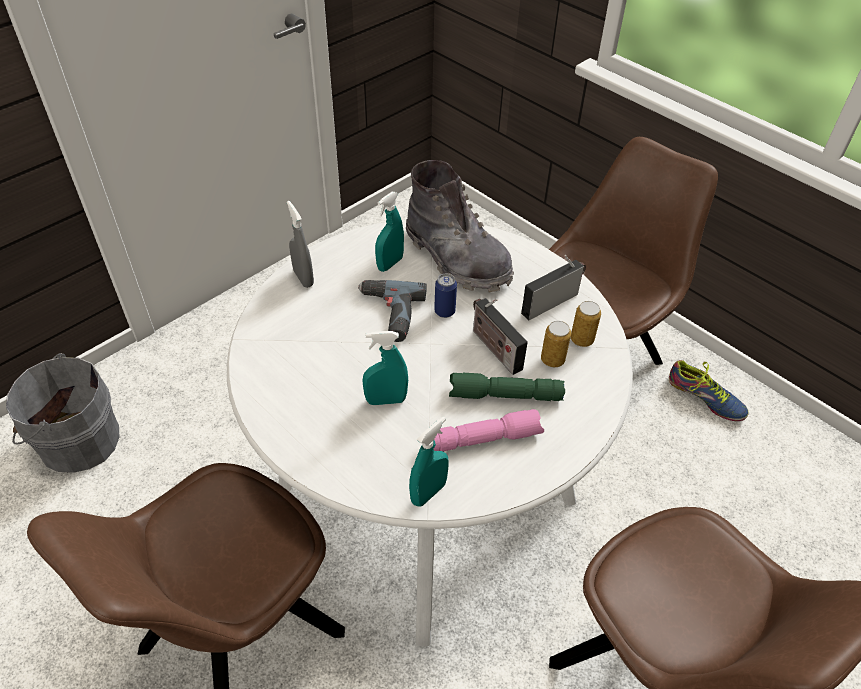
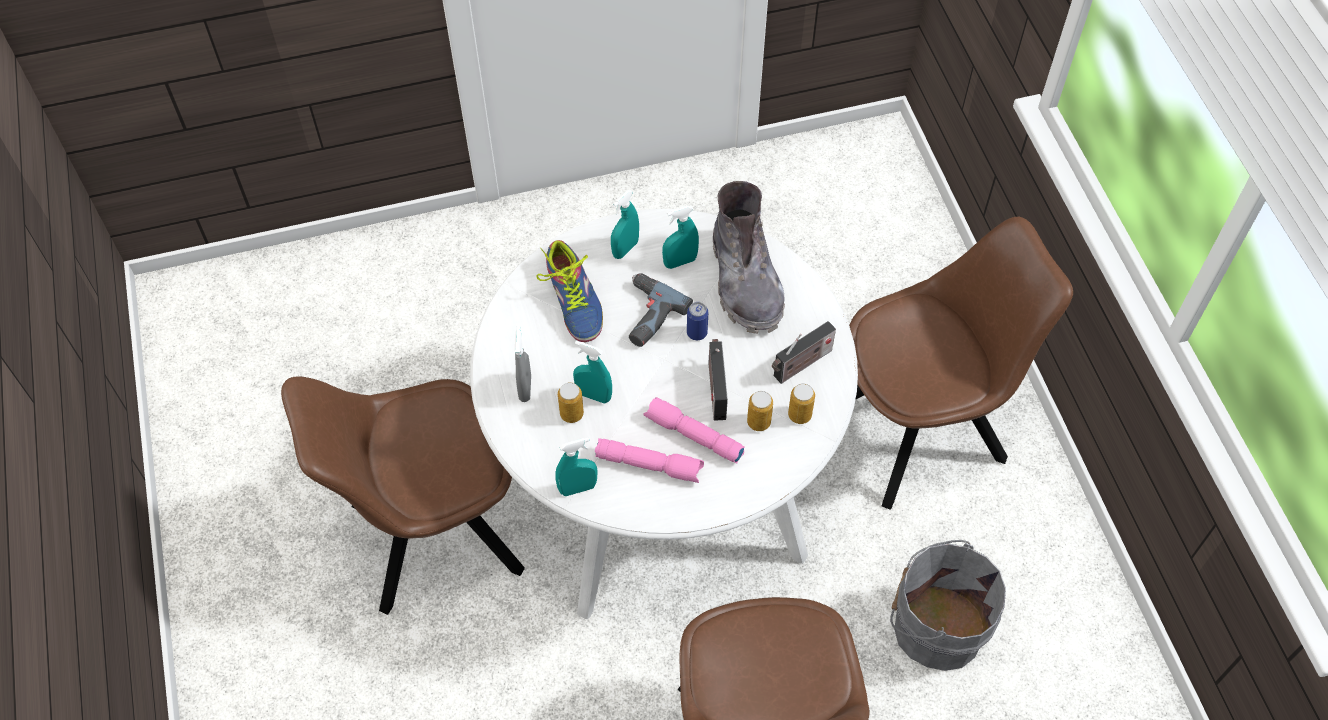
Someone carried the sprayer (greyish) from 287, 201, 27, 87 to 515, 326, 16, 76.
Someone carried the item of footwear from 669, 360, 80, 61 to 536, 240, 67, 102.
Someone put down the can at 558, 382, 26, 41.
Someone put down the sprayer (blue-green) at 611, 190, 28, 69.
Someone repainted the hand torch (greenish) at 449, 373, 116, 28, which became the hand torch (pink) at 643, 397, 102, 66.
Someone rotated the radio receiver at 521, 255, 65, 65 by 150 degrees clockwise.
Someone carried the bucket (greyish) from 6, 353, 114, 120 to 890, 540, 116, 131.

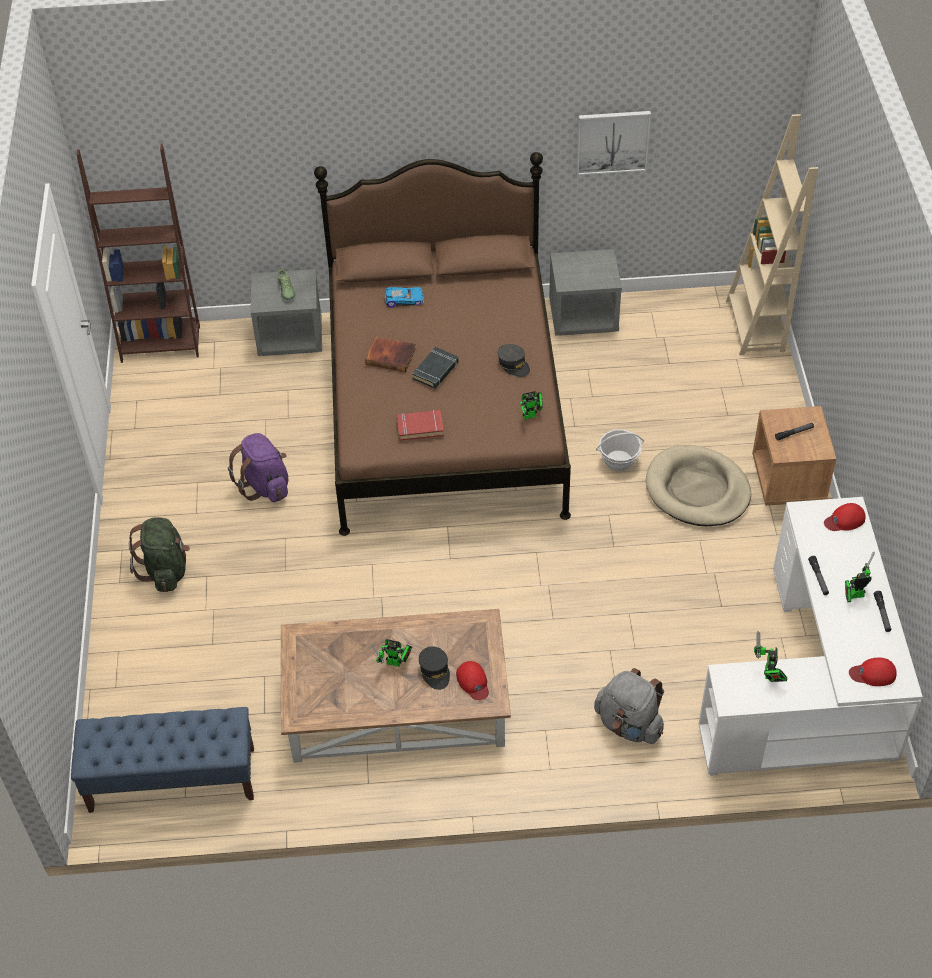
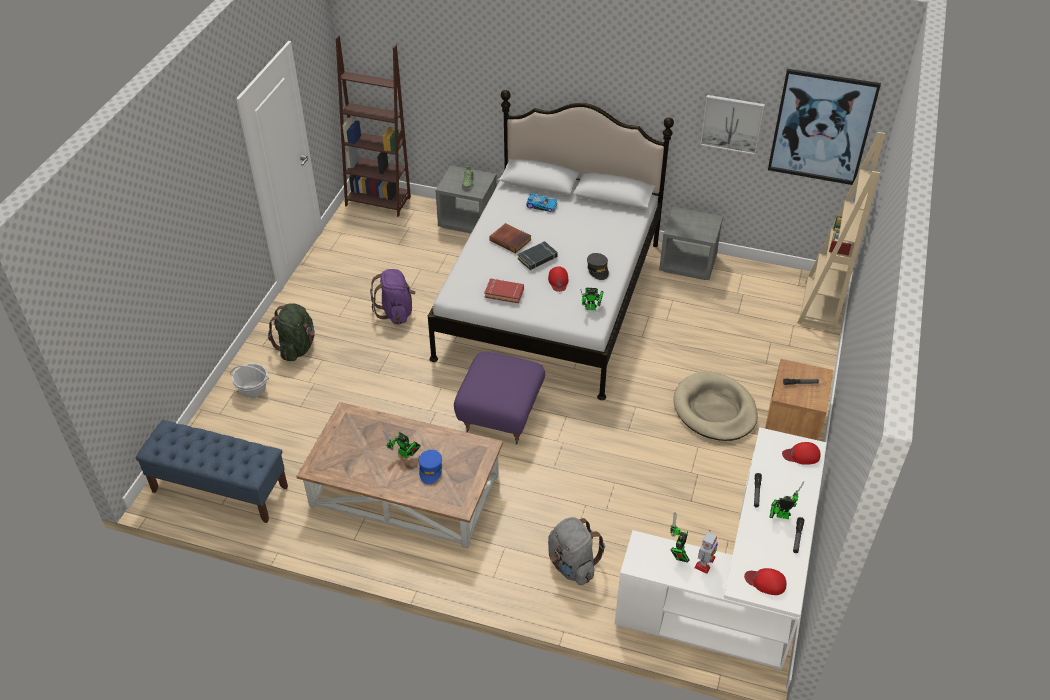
Someone carried the basket from 596, 429, 48, 42 to 230, 363, 39, 35.
Someone repainted the peaked cap (black-coloured) at 419, 646, 31, 44, which became the peaked cap (blue) at 419, 450, 23, 34.
Someone repainted the bedroom bed (brownish) at 314, 152, 257, 384, which became the bedroom bed (white) at 428, 90, 246, 310.
Someone put down the ottoman (purplish) at 454, 352, 91, 93.
Someone carried the peaked cap (red-coloured) from 456, 661, 33, 39 to 548, 266, 20, 26.
Someone put down the toy robot at 695, 530, 23, 44.
Someone put up the picture at 768, 69, 113, 116.

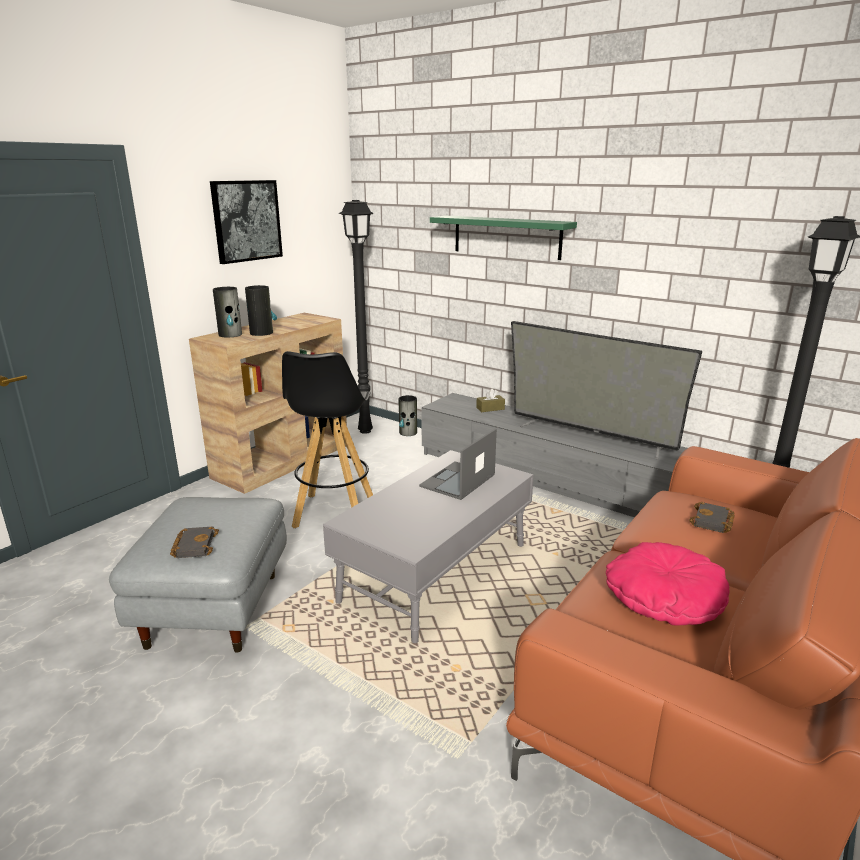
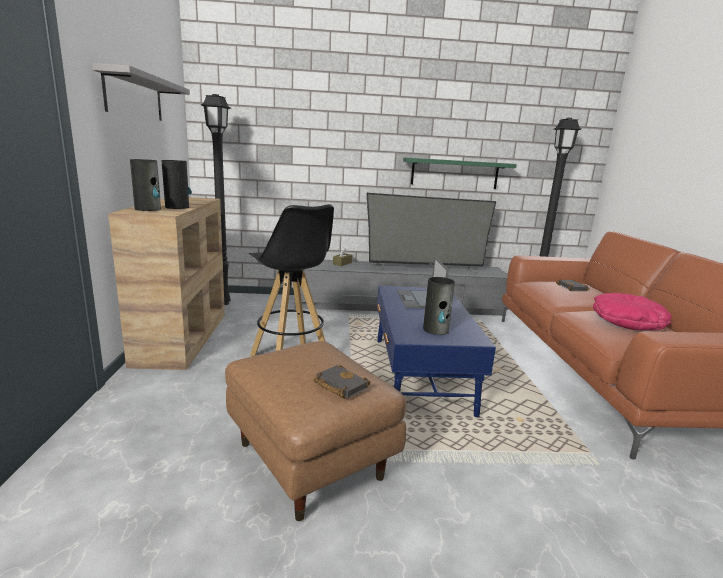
Someone swapped the picture at 210, 180, 73, 84 for the wall shelf (greyish) at 92, 63, 98, 58.
Someone repainted the ottoman (greyish) at 109, 497, 178, 156, which became the ottoman (brownish) at 225, 341, 181, 180.
Someone repainted the coffee table (greyish) at 323, 450, 211, 193, which became the coffee table (blue) at 377, 286, 119, 131.
Someone carried the wall shelf (greenish) from 430, 216, 147, 44 to 403, 157, 114, 32.
Someone carried the decorative vase from 398, 395, 19, 41 to 423, 277, 32, 58.

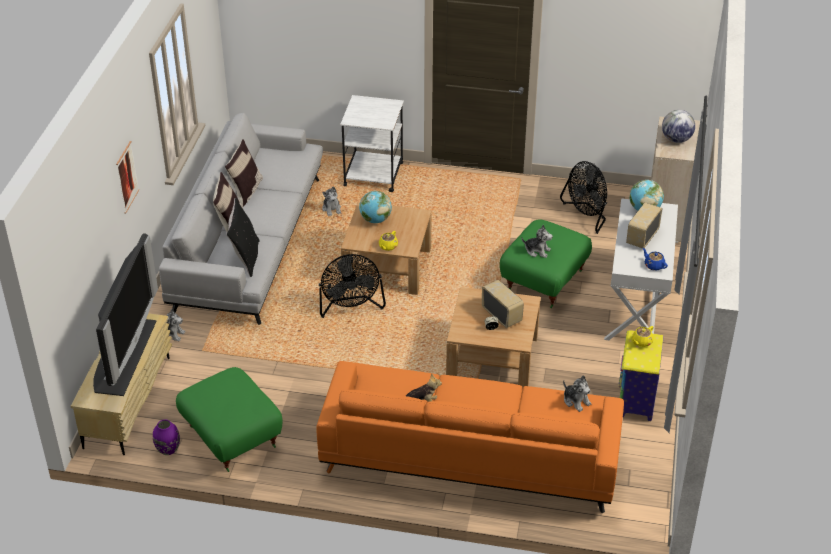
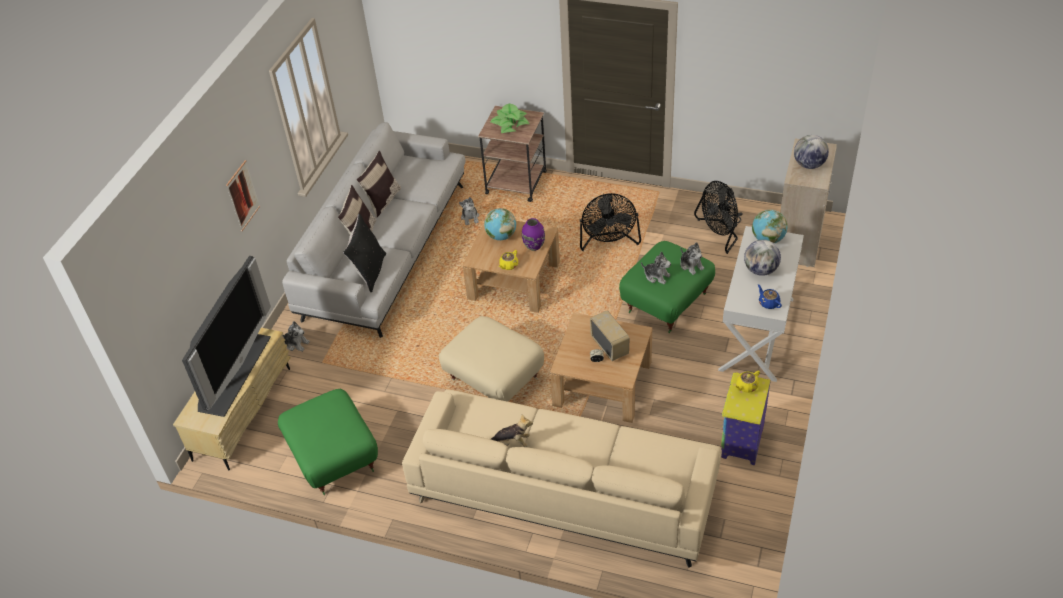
Someone repainted the settee (orange-coloured) at 316, 361, 308, 152, which became the settee (beige-coloured) at 402, 389, 320, 179.
Someone put down the ottoman (beige-coloured) at 439, 316, 105, 86.
Someone repainted the wheeled cart (white) at 340, 95, 64, 97, which became the wheeled cart (brownish) at 478, 106, 69, 96.
Someone put down the houseplant at 490, 104, 39, 29.
Someone carried the decorative vase (purplish) from 153, 419, 27, 36 to 522, 218, 23, 33.
Someone carried the electric fan (black-coloured) from 319, 254, 67, 64 to 580, 193, 61, 58.
Someone carried the soft toy from 563, 375, 28, 37 to 680, 242, 24, 33.
Someone swapped the radio receiver at 626, 202, 37, 47 for the globe at 744, 240, 37, 36.

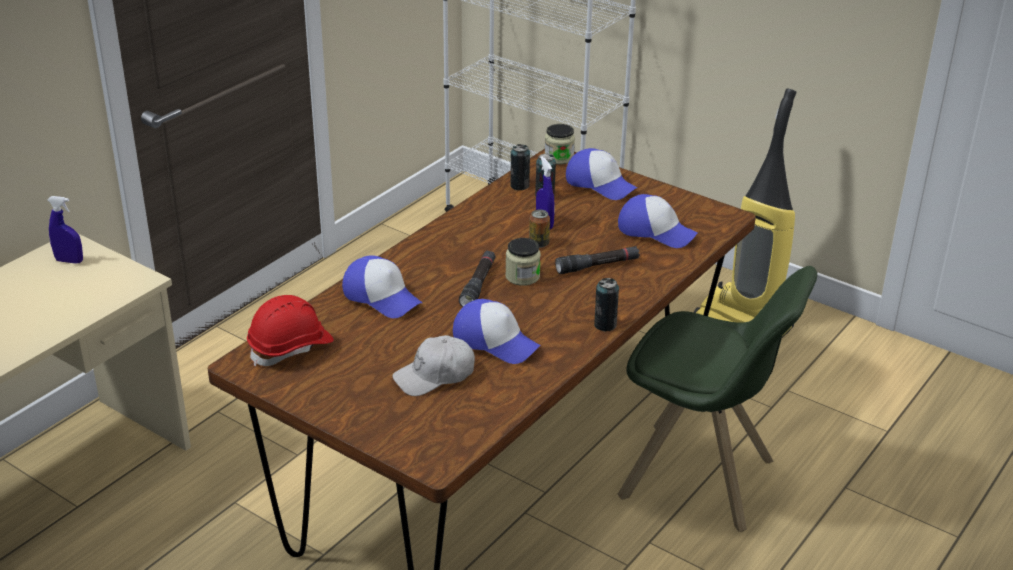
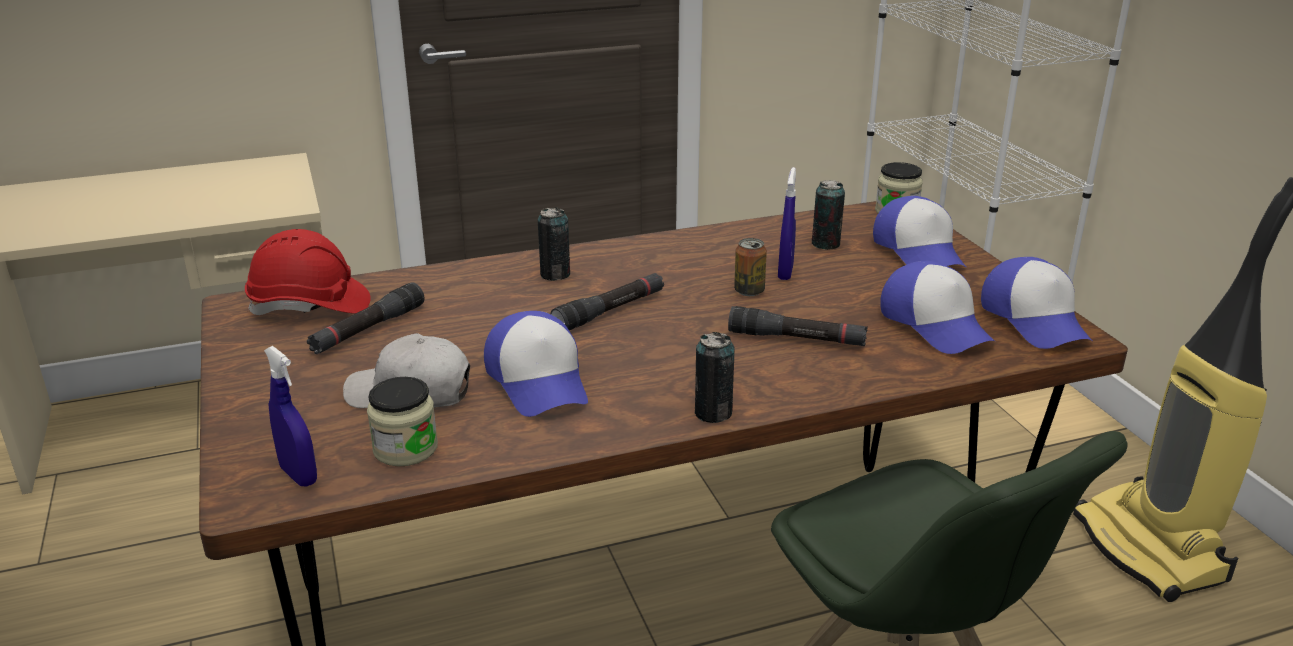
Someone carried the sprayer (blue) from 47, 196, 36, 68 to 264, 346, 53, 141.
Someone put down the hand torch (black-coloured) at 307, 282, 118, 72.
Someone carried the storage jar from 505, 238, 36, 48 to 367, 377, 71, 90.
Someone carried the can from 510, 144, 20, 46 to 538, 207, 32, 74.
Someone carried the peaked cap from 342, 255, 80, 63 to 981, 257, 111, 92.

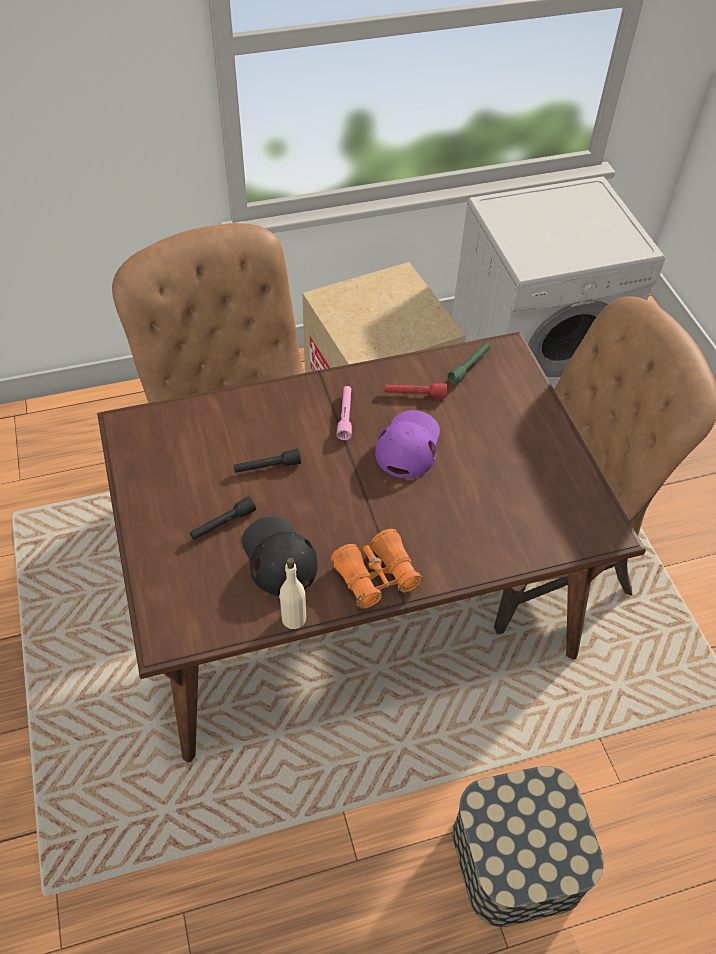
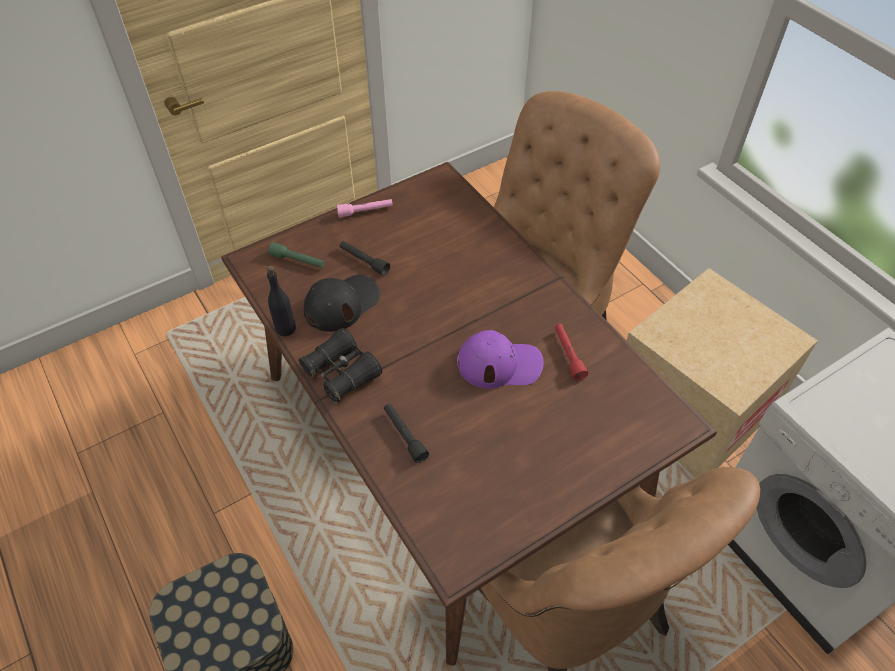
Someone repainted the drink bottle (beige-coloured) at 279, 558, 27, 71, which became the drink bottle (black-coloured) at 267, 266, 29, 70.
Someone carried the hand torch (greenish) from 448, 343, 43, 41 to 268, 242, 57, 26.
Someone repainted the pair of binoculars (orange-coloured) at 331, 529, 92, 80, which became the pair of binoculars (black-coloured) at 298, 328, 84, 75.
Someone carried the hand torch (pink) from 336, 386, 16, 54 to 337, 199, 56, 19.
Someone carried the hand torch (black-coloured) from 234, 449, 67, 24 to 384, 404, 45, 59.

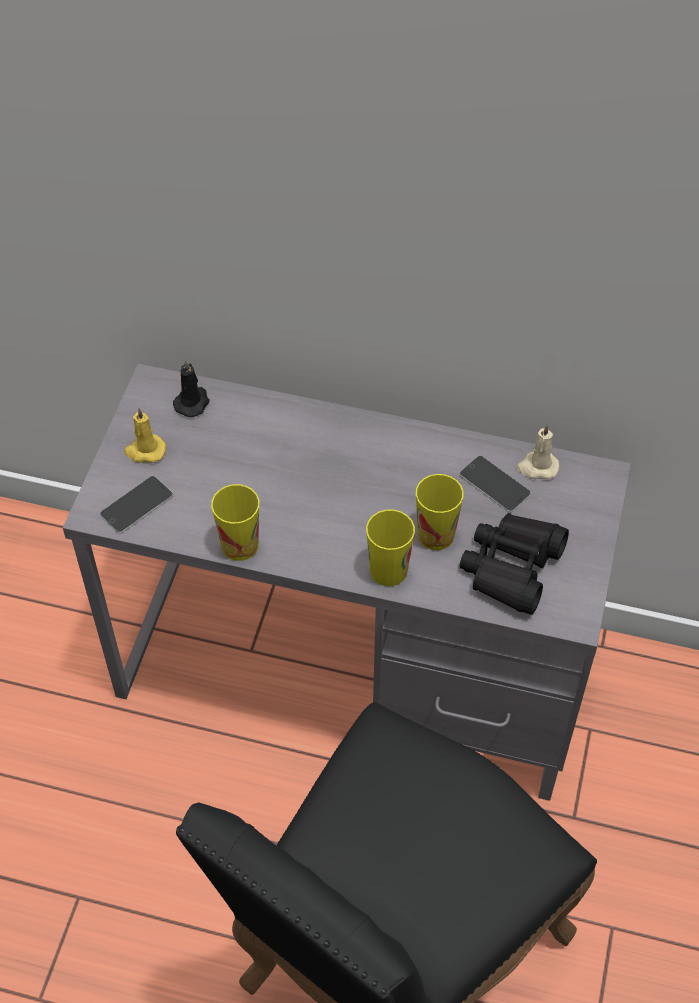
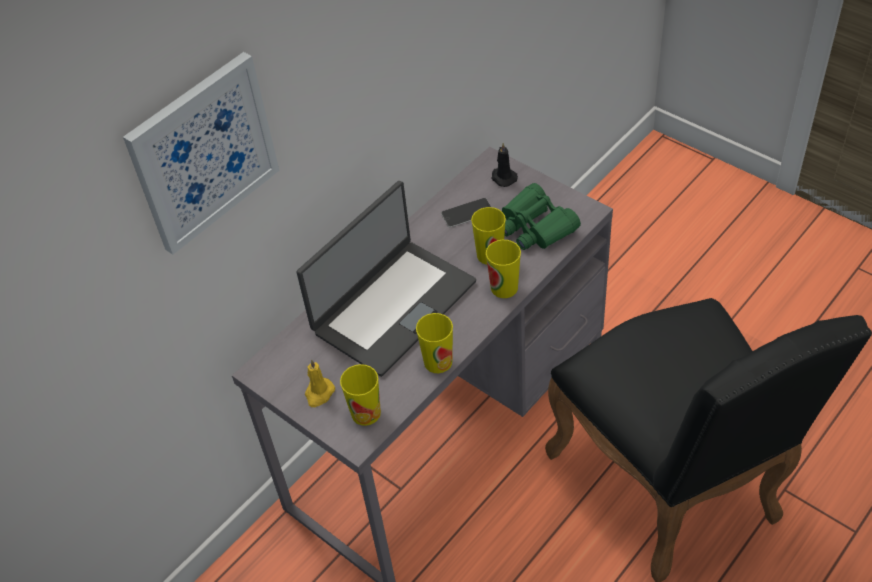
Someone put up the picture at 123, 52, 156, 203.
Someone put down the portable computer at 296, 181, 180, 196.
Someone swapped the phone at 100, 476, 73, 58 for the small cup at 340, 364, 41, 62.
Someone carried the candle (black-coloured) from 173, 360, 37, 57 to 491, 143, 27, 44.
Someone repainted the pair of binoculars (black-coloured) at 460, 513, 109, 102, which became the pair of binoculars (greenish) at 502, 183, 79, 67.
Someone took away the candle (beige-coloured) at 516, 424, 44, 55.

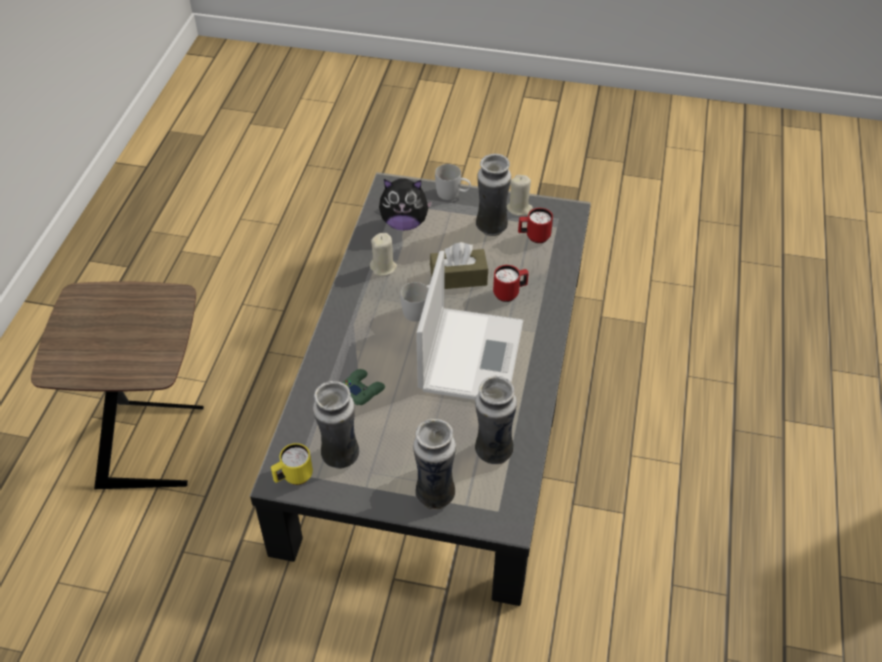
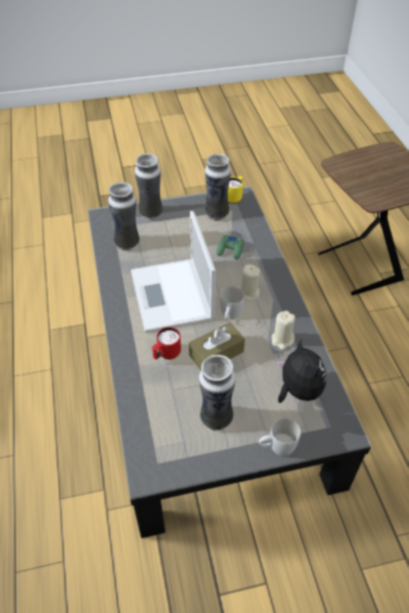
Someone carried the candle (beige-coloured) from 507, 175, 26, 41 to 240, 264, 20, 37.
Someone rotated the soft toy at 379, 178, 54, 53 by 90 degrees clockwise.
Someone took away the tea mug (red-coloured) at 518, 208, 35, 35.

